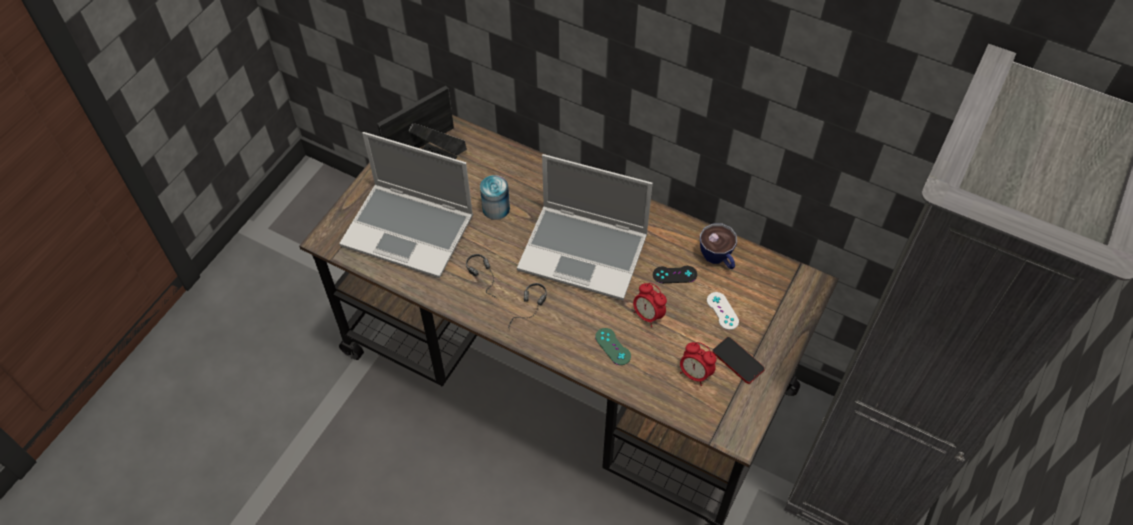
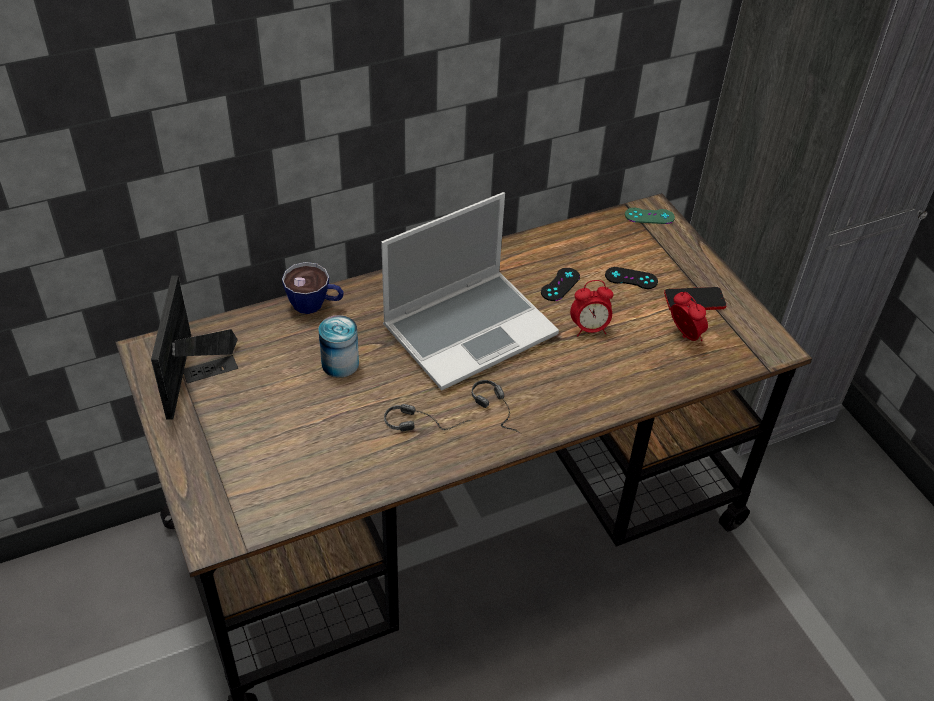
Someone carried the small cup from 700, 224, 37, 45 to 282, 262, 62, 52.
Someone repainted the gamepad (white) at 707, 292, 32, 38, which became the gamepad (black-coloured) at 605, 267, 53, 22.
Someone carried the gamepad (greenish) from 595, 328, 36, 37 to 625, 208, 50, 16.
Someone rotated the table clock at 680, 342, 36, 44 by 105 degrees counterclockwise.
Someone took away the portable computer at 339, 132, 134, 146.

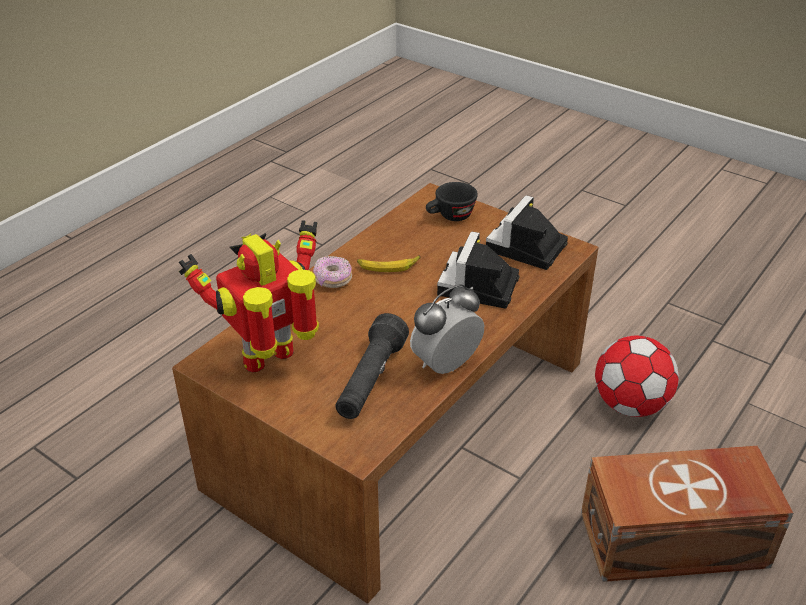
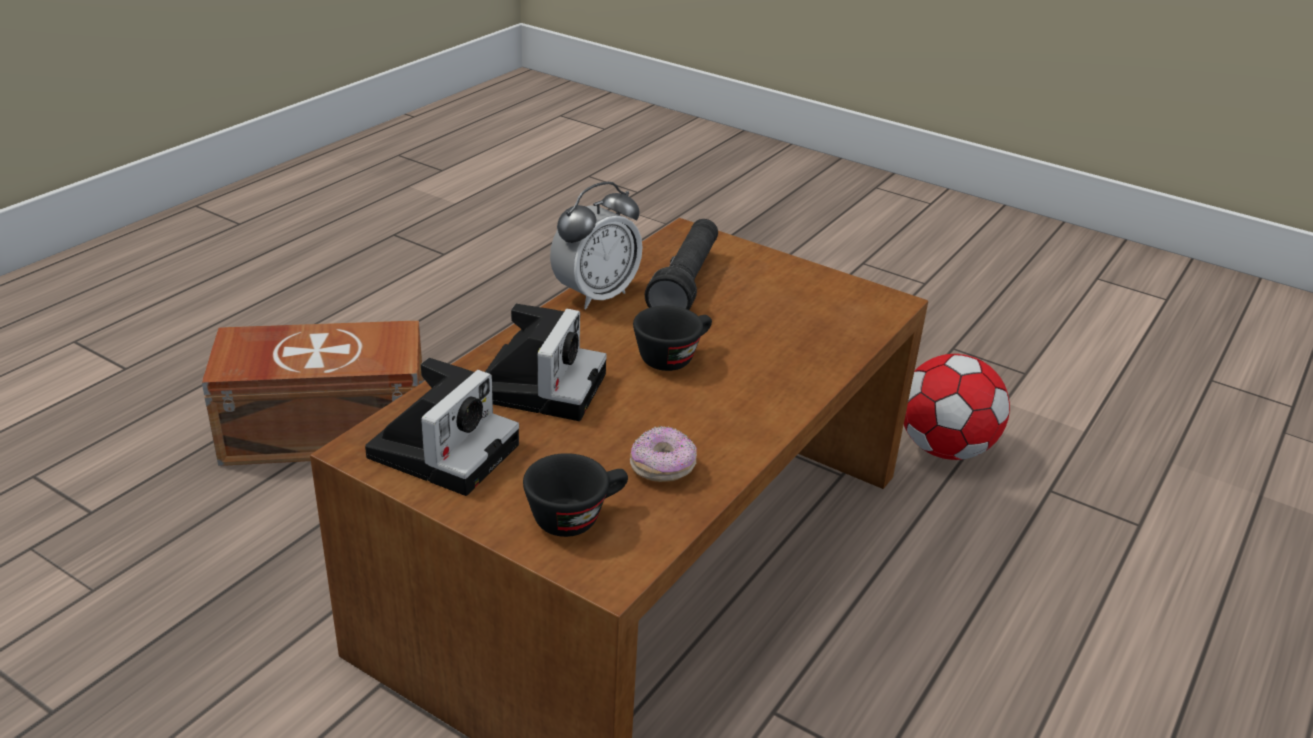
Someone carried the doughnut from 313, 256, 39, 32 to 630, 426, 67, 56.
Someone put down the small cup (black-coloured) at 633, 306, 79, 65.
Someone carried the football from 595, 335, 84, 82 to 904, 354, 106, 106.
Someone took away the toy robot at 179, 220, 140, 153.
Someone took away the banana at 357, 255, 64, 17.

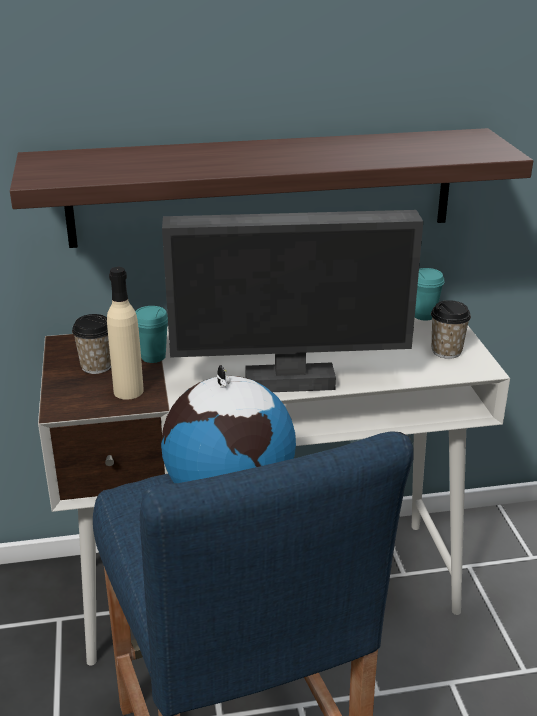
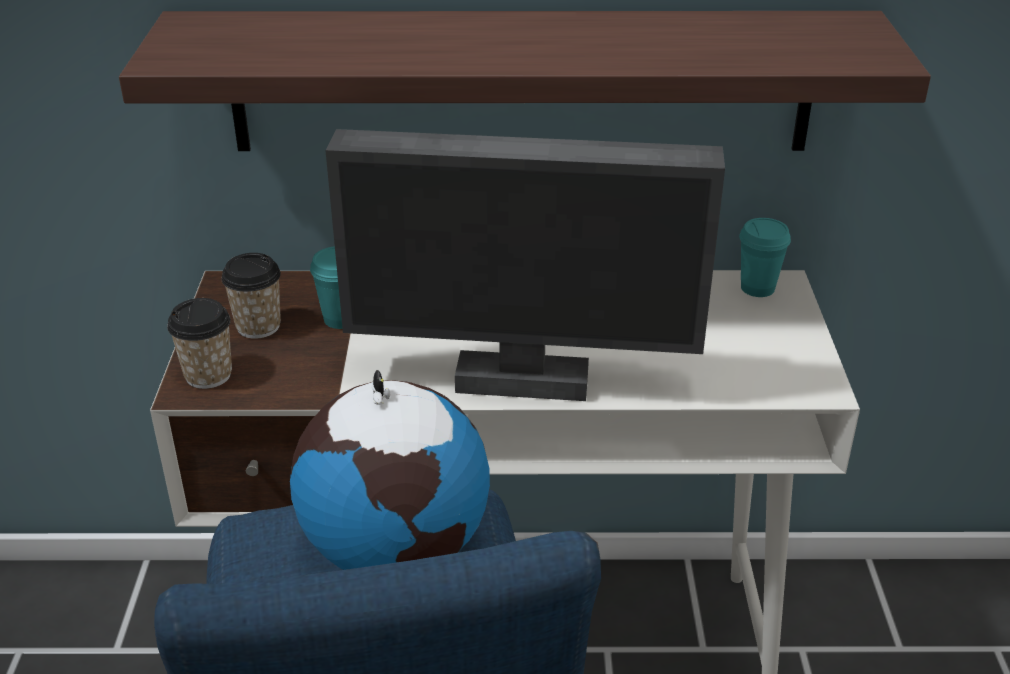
Someone carried the small cup from 431, 300, 40, 59 to 167, 298, 65, 91.
Someone took away the drink bottle (beige-coloured) at 107, 267, 37, 133.

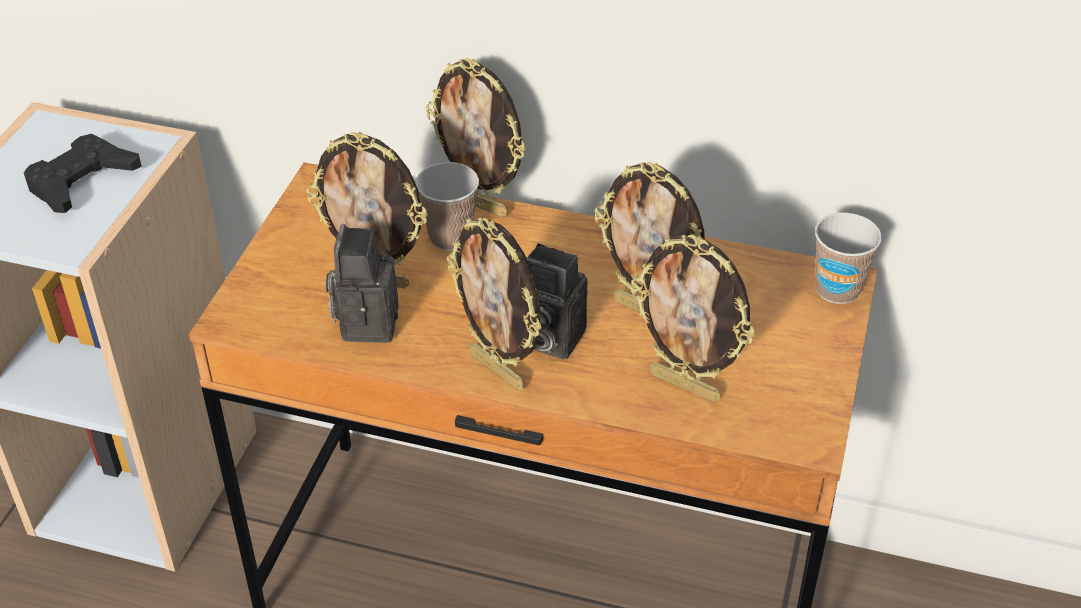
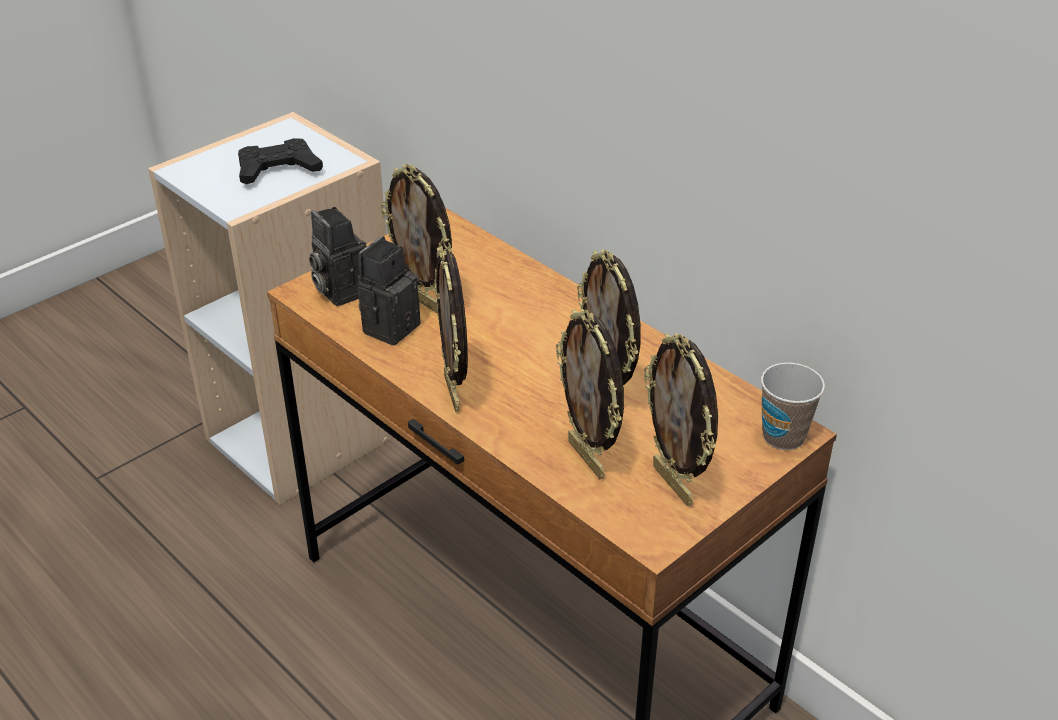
Someone carried the still camera from 526, 243, 61, 117 to 309, 207, 58, 99.
Someone carried the standing frame from 426, 58, 100, 159 to 644, 333, 74, 173.
Someone took away the small cup at 416, 162, 63, 88.

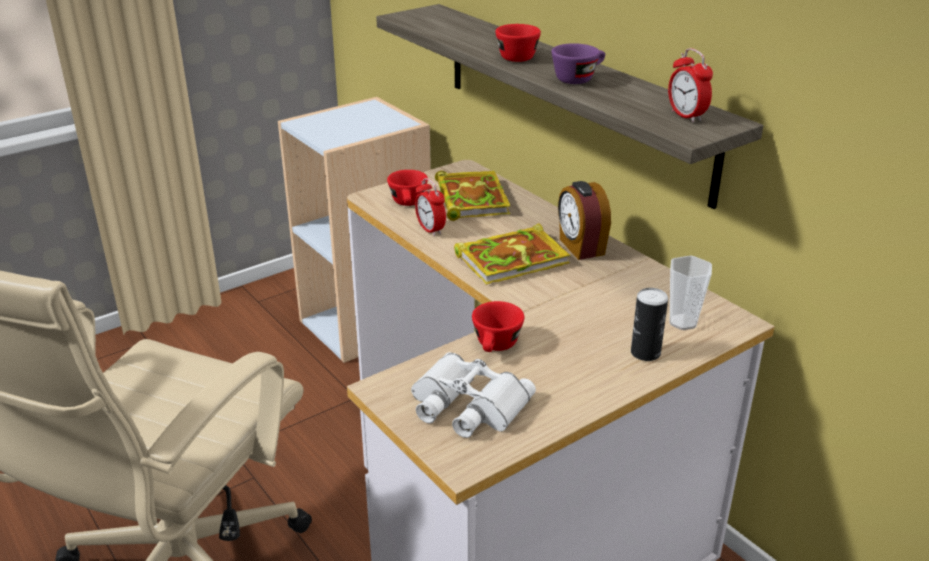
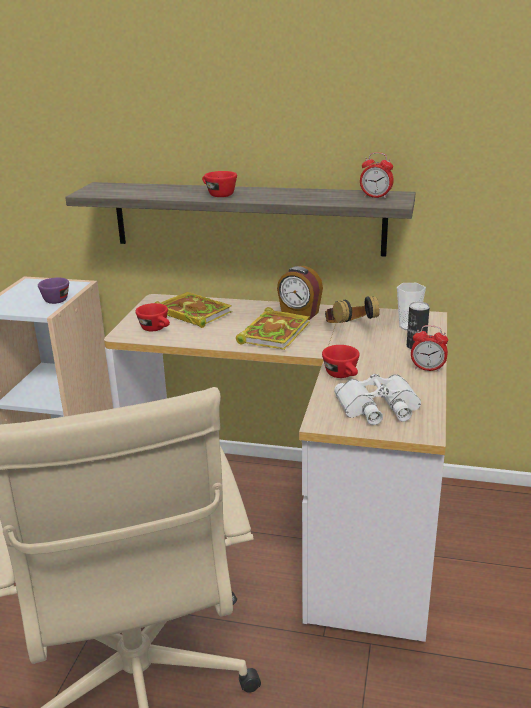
Someone carried the small cup (purplish) from 551, 43, 54, 41 to 38, 278, 31, 26.
Someone put down the headphones at 325, 296, 55, 27.
Someone carried the table clock from 415, 178, 31, 58 to 411, 325, 37, 47.

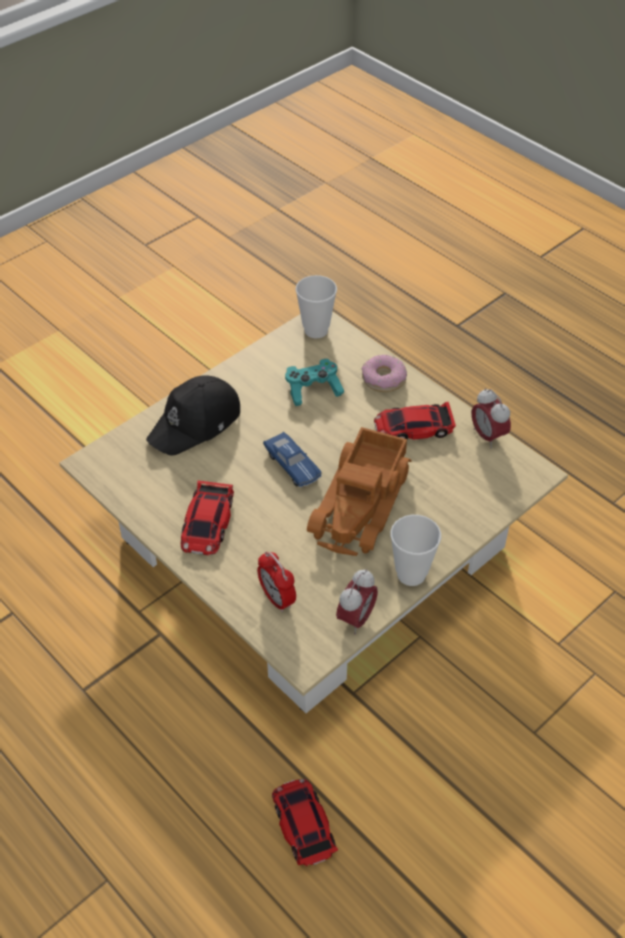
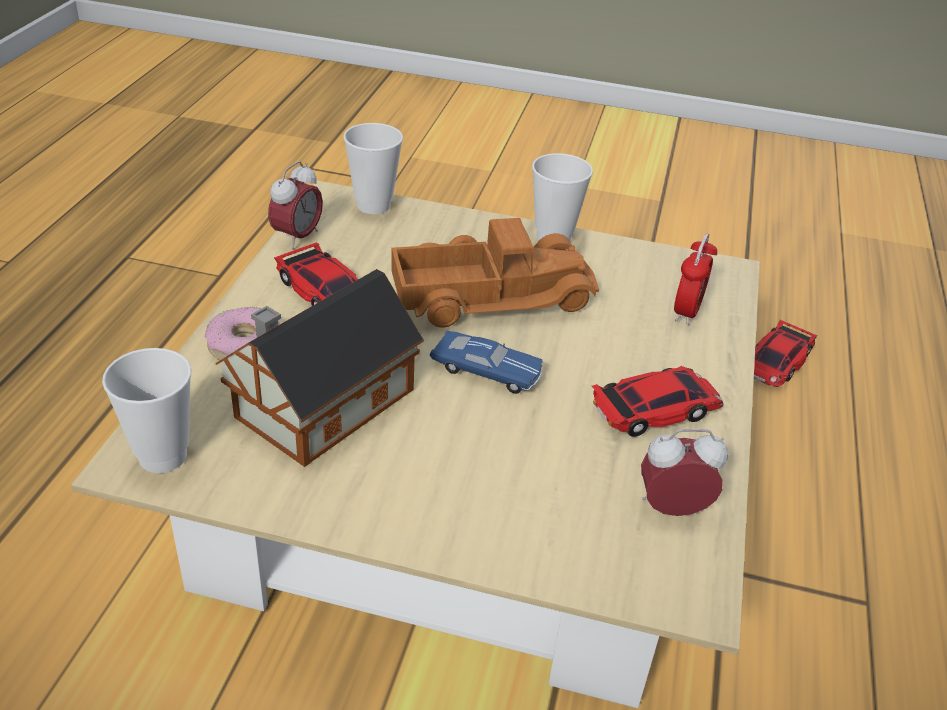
Someone swapped the gamepad (blue-green) at 285, 359, 59, 47 for the model house at 216, 269, 208, 198.
Someone put down the small cup at 343, 123, 60, 91.
Someone rotated the miniature car (blue) at 263, 432, 59, 55 by 90 degrees clockwise.
Someone carried the table clock from 336, 569, 42, 65 to 641, 429, 87, 87.
Someone took away the peaked cap (black-coloured) at 146, 376, 94, 80.

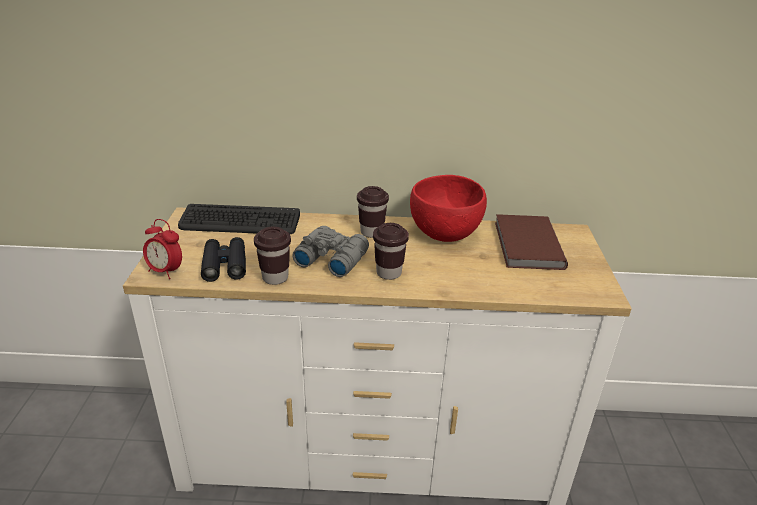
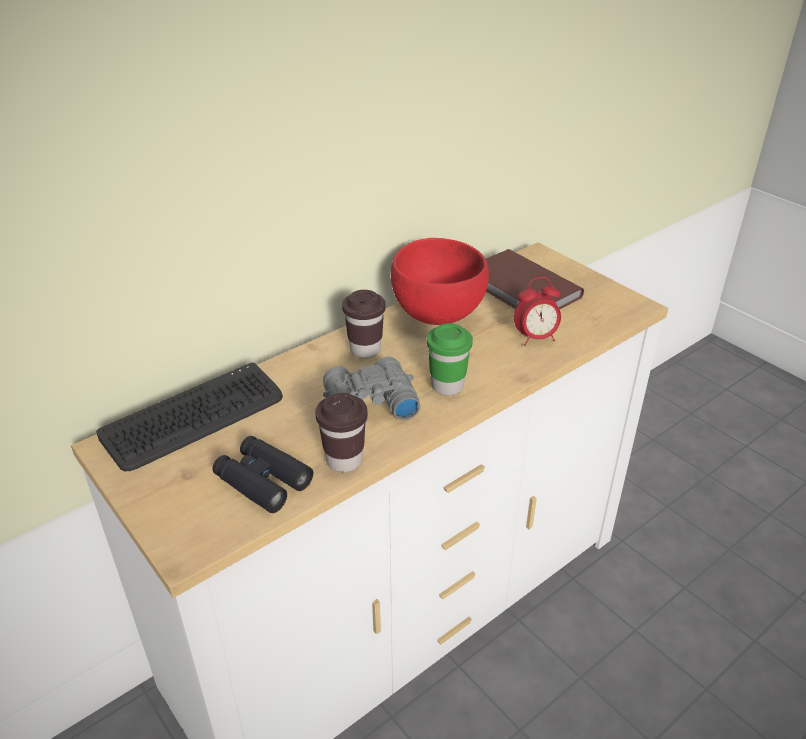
Someone repainted the small cup (brownish) at 373, 223, 36, 57, which became the small cup (greenish) at 426, 323, 47, 73.
Someone carried the table clock from 143, 219, 39, 60 to 514, 277, 47, 69.

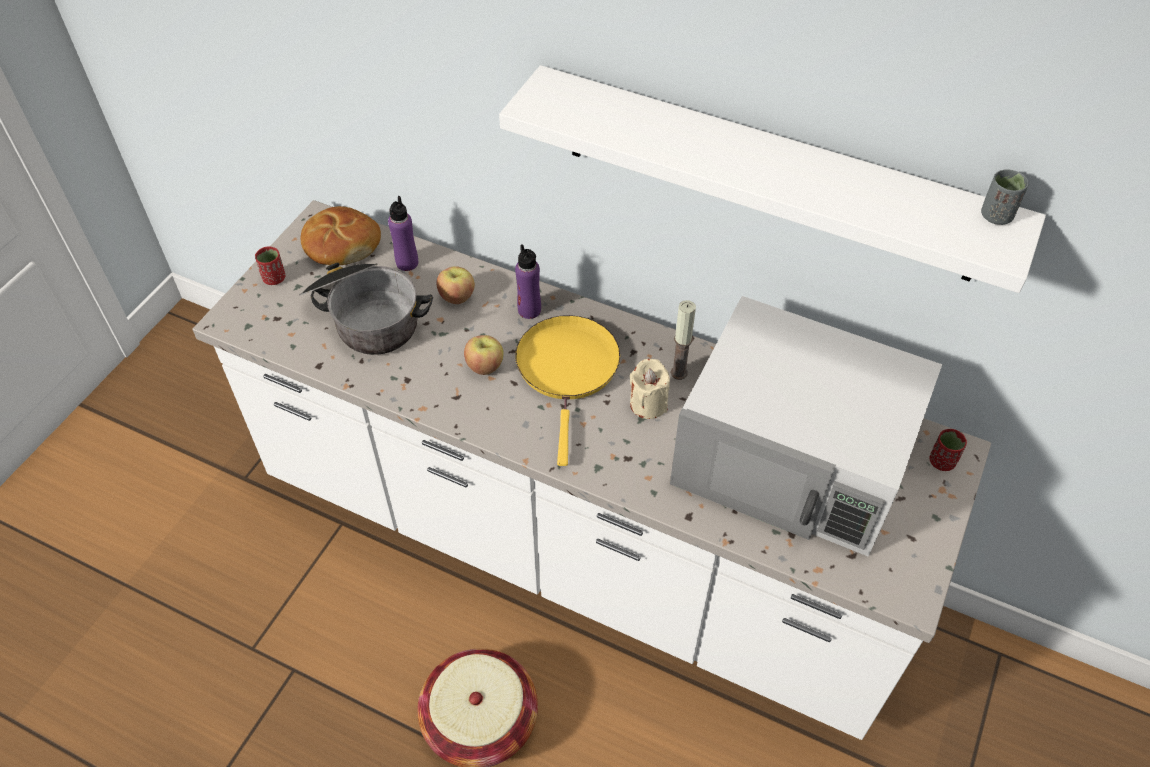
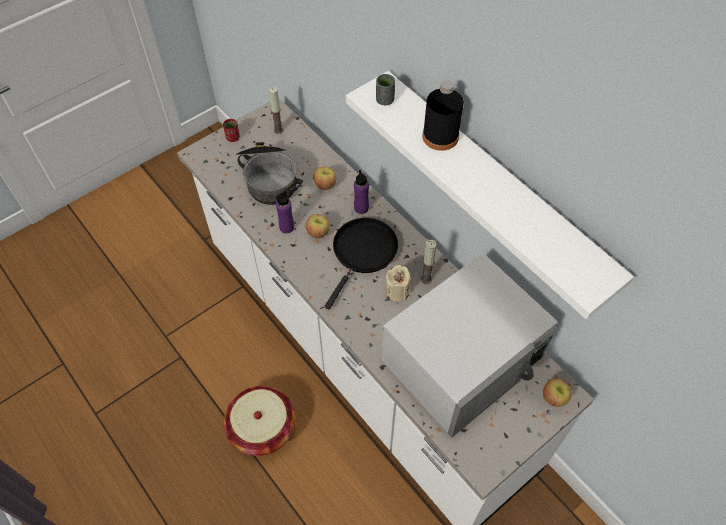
Someone swapped the baked bread at 300, 206, 81, 59 for the candle at 268, 87, 15, 47.
Someone carried the drink bottle (purplish) from 388, 196, 30, 75 to 275, 190, 19, 43.
Someone repainted the skillet (yellowish) at 515, 315, 105, 151, which became the skillet (black-coloured) at 325, 218, 73, 91.
Someone carried the small cup (greyish) from 981, 169, 48, 56 to 376, 74, 19, 31.
Someone rotated the microwave (white) at 670, 296, 272, 260 by 90 degrees counterclockwise.
Someone put down the drink bottle (black-coloured) at 423, 80, 41, 71.
Someone swapped the small cup (red-coloured) at 929, 429, 38, 42 for the apple fruit at 543, 378, 29, 29.

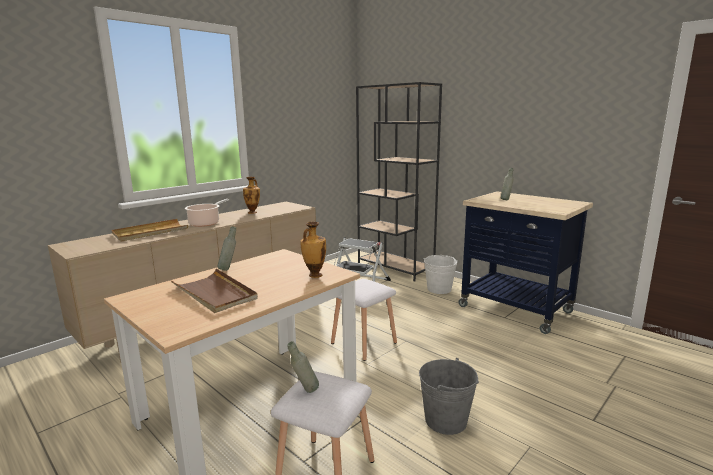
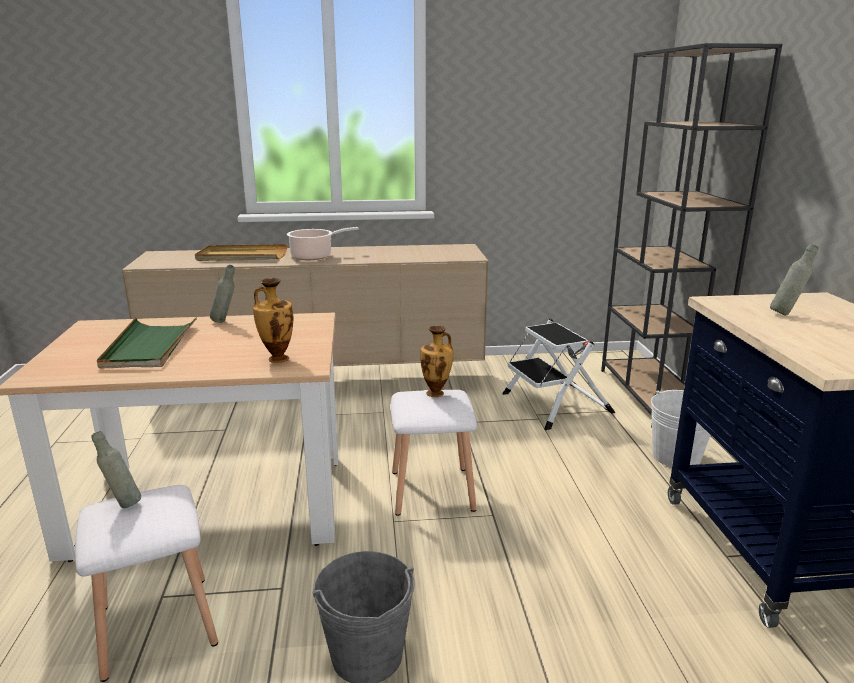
Someone repainted the carrying tray (brownish) at 170, 268, 88, 45, which became the carrying tray (greenish) at 97, 316, 100, 52.
Someone carried the decorative vase from 243, 177, 17, 37 to 420, 326, 33, 71.

